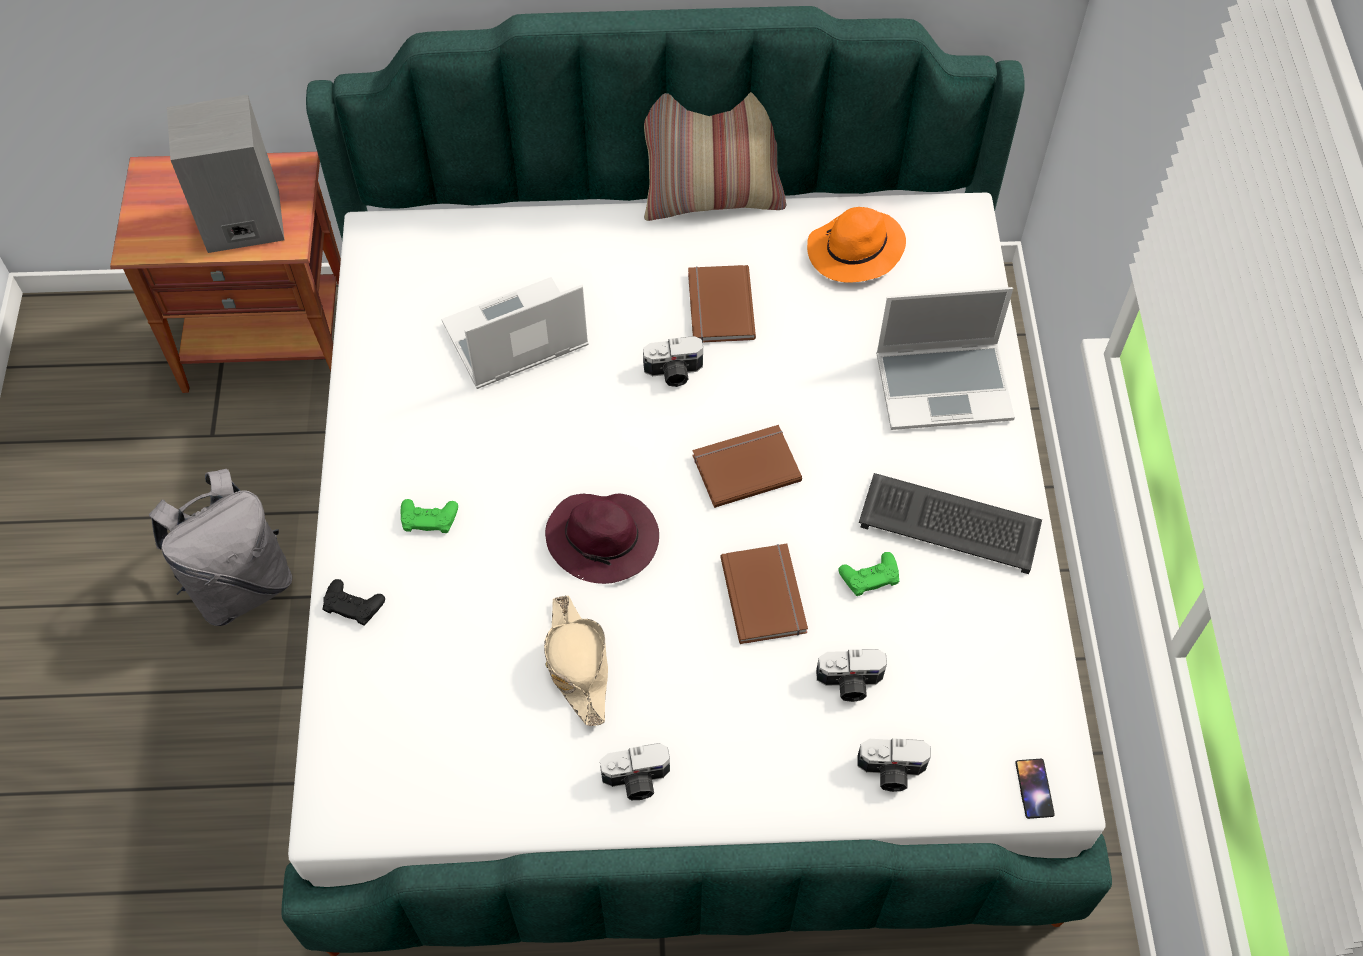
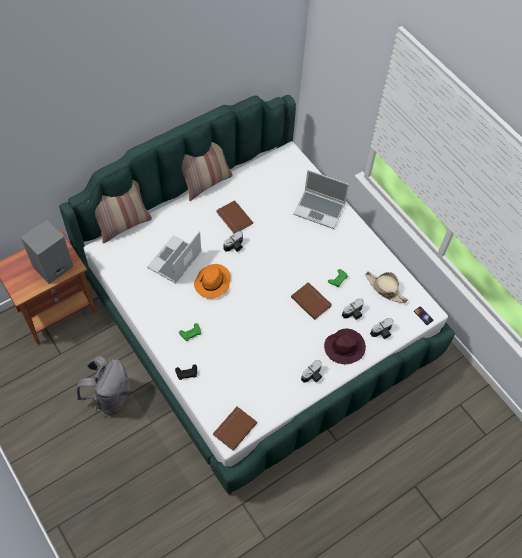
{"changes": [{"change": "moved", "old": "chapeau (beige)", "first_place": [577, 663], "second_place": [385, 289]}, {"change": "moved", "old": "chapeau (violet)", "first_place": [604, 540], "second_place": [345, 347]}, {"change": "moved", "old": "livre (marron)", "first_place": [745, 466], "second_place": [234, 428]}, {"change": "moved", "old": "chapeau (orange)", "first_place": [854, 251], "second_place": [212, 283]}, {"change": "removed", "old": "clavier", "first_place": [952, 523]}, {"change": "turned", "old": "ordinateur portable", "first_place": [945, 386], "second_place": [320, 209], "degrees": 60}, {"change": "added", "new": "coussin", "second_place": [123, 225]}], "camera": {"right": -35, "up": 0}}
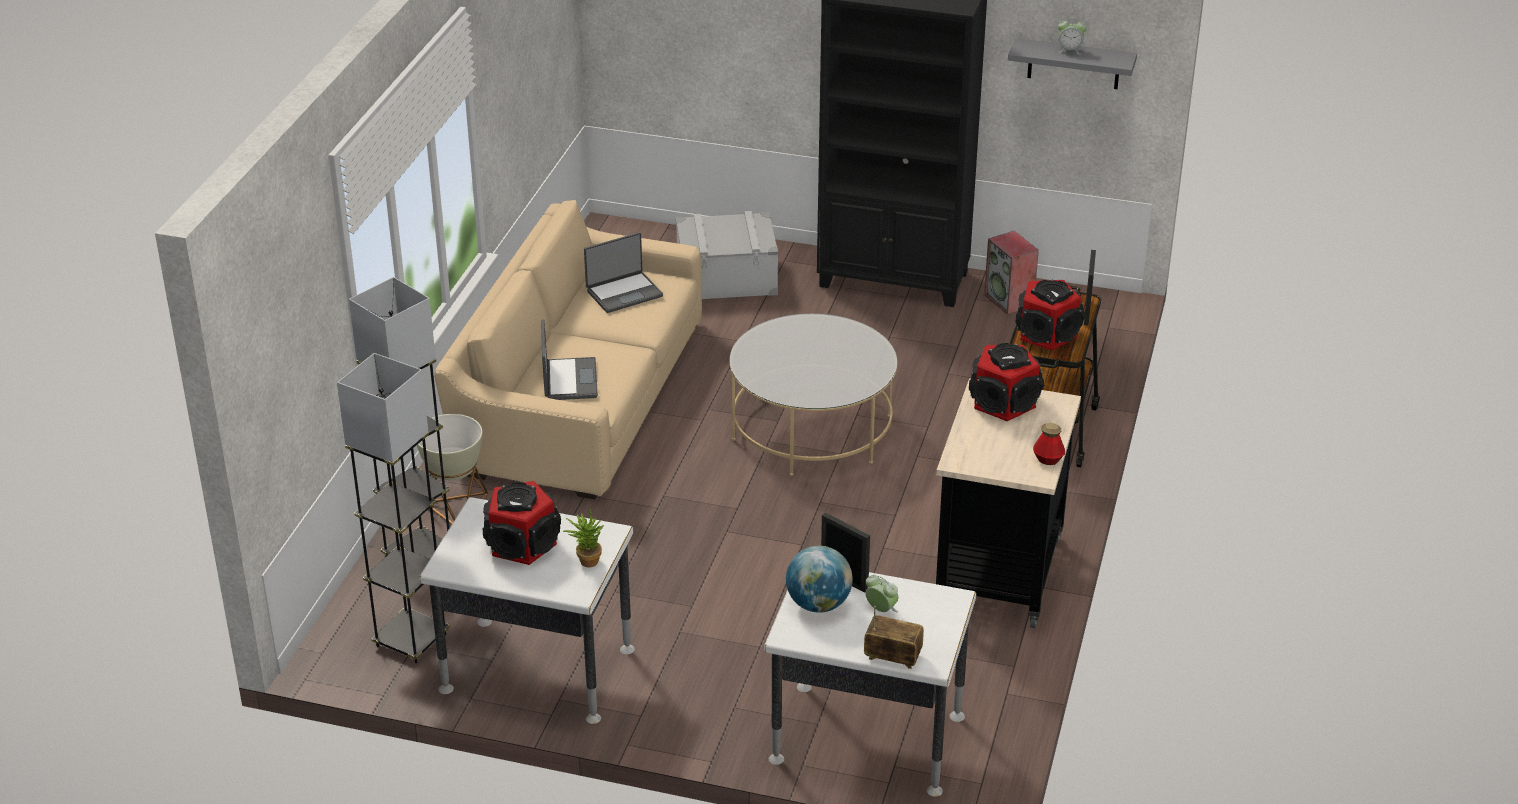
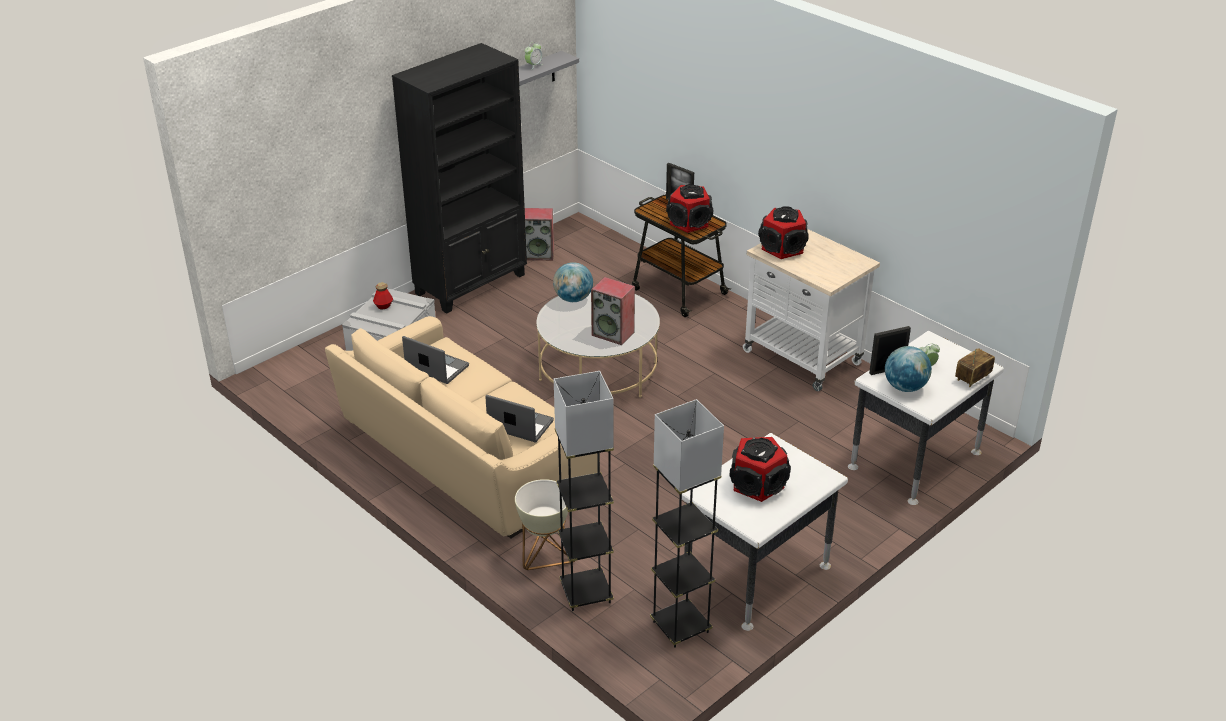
{"changes": [{"change": "removed", "old": "plante en pot", "first_place": [586, 560]}, {"change": "turned", "old": "ordinateur portable", "first_place": [624, 293], "second_place": [436, 368], "degrees": -60}, {"change": "recoloured", "old": "chariot (noir)", "new": "chariot (blanc)", "first_place": [1000, 576], "second_place": [803, 358]}, {"change": "moved", "old": "bouteille", "first_place": [1048, 459], "second_place": [383, 306]}, {"change": "added", "new": "globe", "second_place": [573, 299]}, {"change": "added", "new": "enceinte", "second_place": [613, 333]}], "camera": {"right": -60, "up": 0}}
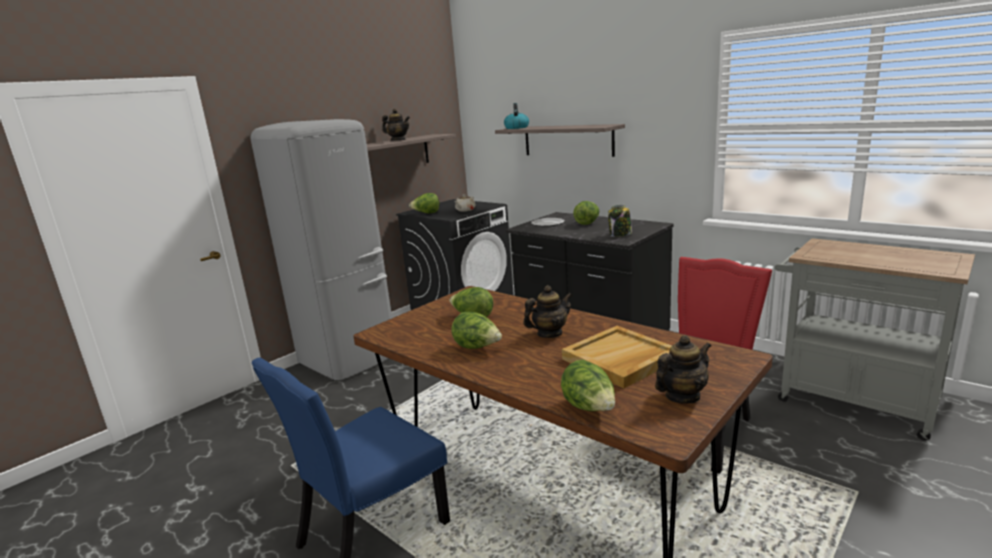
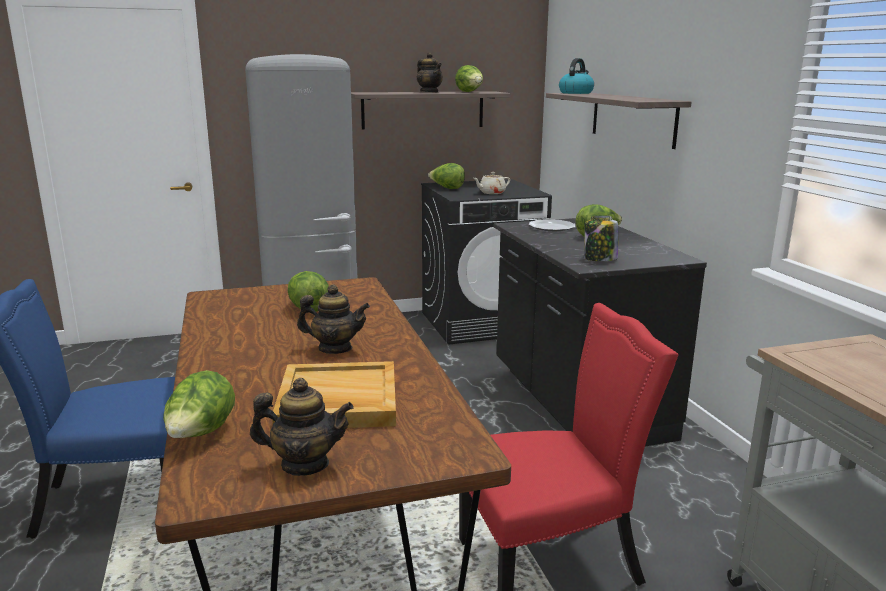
{"changes": [{"change": "moved", "old": "laitue", "first_place": [477, 347], "second_place": [470, 92]}], "camera": {"right": 30, "up": 0}}
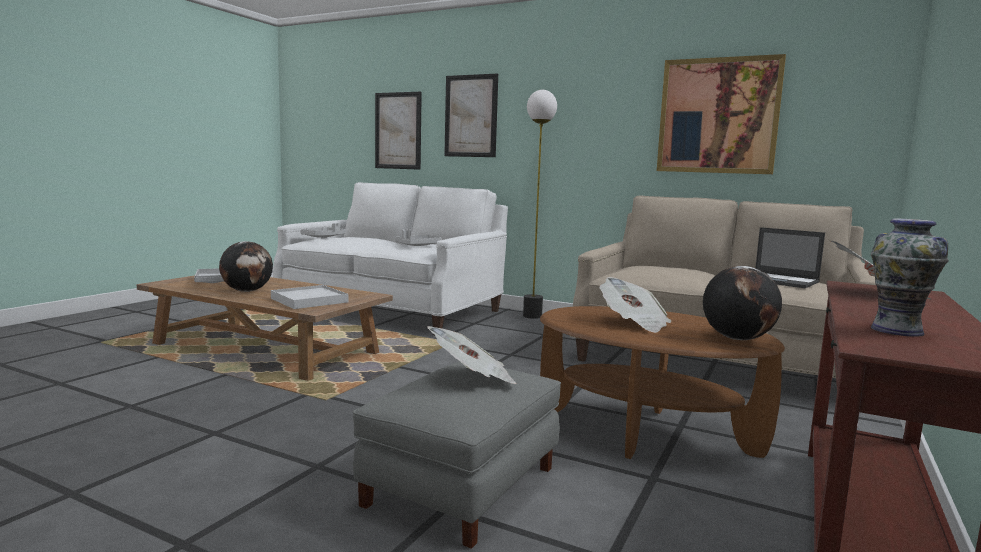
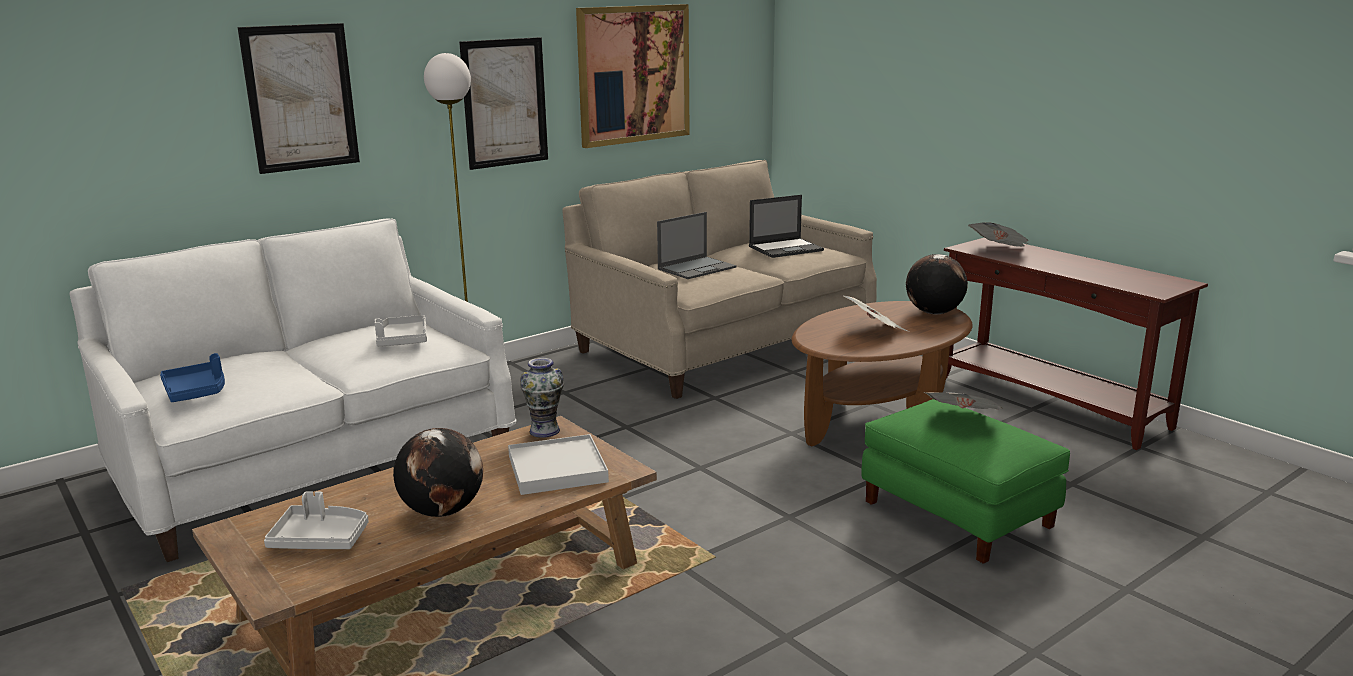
{"changes": [{"change": "recoloured", "old": "plateau (gris)", "new": "plateau (bleu)", "first_place": [323, 237], "second_place": [196, 391]}, {"change": "recoloured", "old": "pouf (gris)", "new": "pouf (vert)", "first_place": [463, 487], "second_place": [958, 513]}, {"change": "moved", "old": "tableau", "first_place": [398, 131], "second_place": [505, 103]}, {"change": "moved", "old": "vase", "first_place": [897, 330], "second_place": [544, 431]}, {"change": "added", "new": "ordinateur portable", "second_place": [697, 268]}], "camera": {"right": -65, "up": 10}}
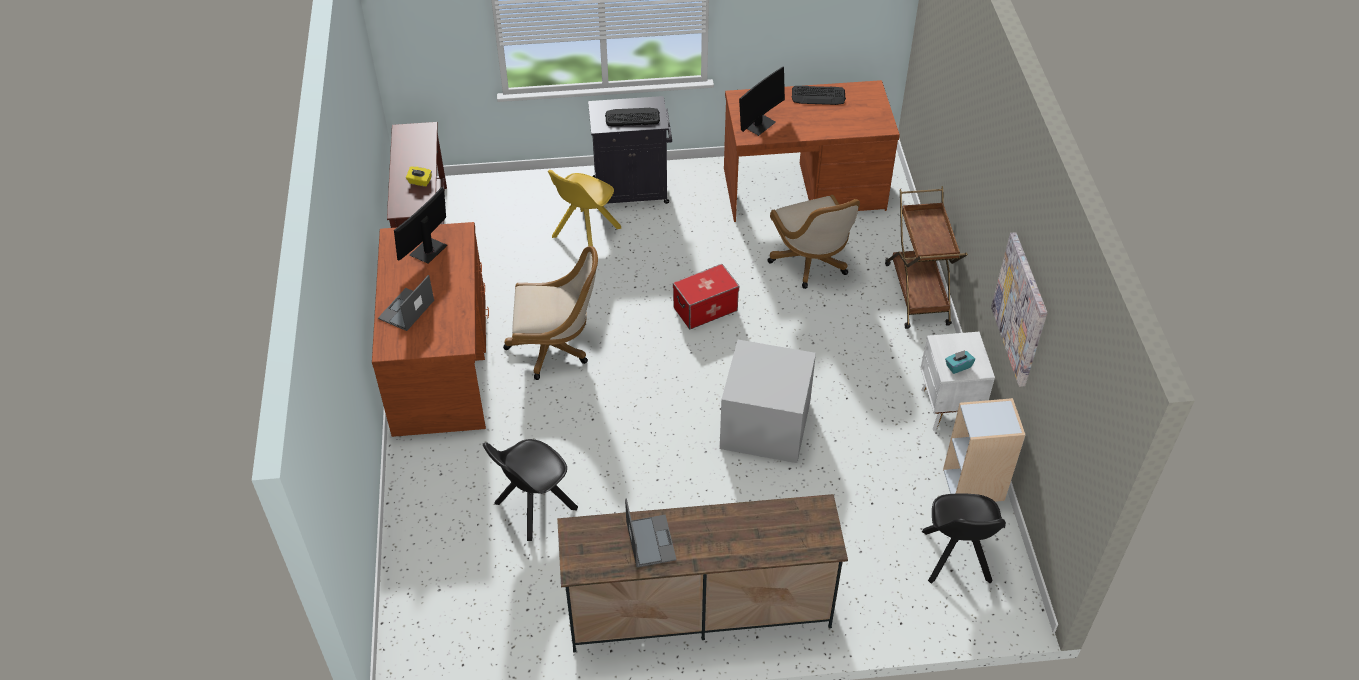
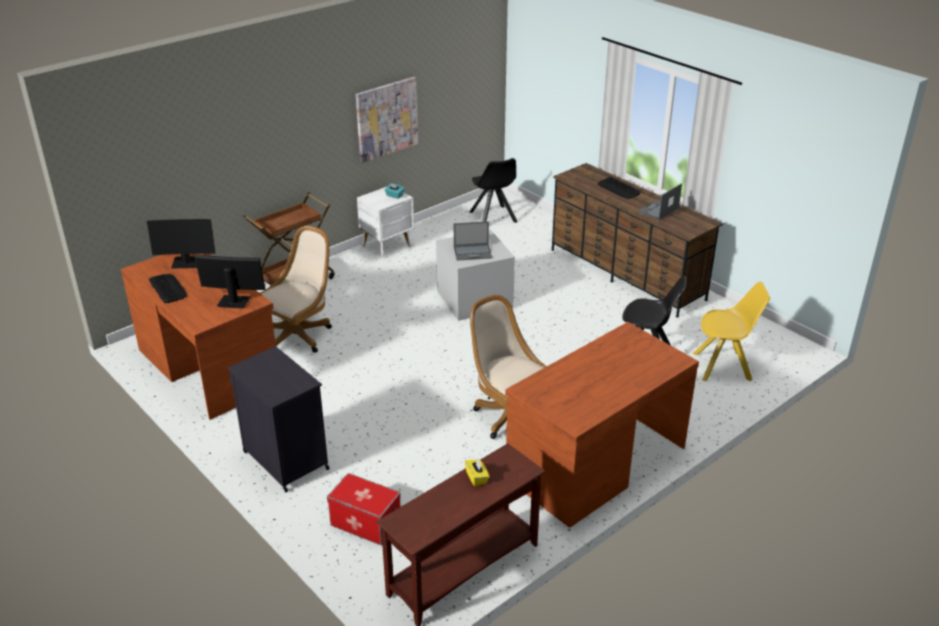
{"changes": [{"change": "moved", "old": "ordinateur portable", "first_place": [406, 310], "second_place": [473, 252]}, {"change": "moved", "old": "écran d'ordinateur", "first_place": [428, 251], "second_place": [186, 263]}, {"change": "moved", "old": "chaise (jaune)", "first_place": [585, 233], "second_place": [724, 366]}, {"change": "moved", "old": "clavier", "first_place": [632, 117], "second_place": [618, 189]}, {"change": "moved", "old": "boîte de rangement", "first_place": [705, 309], "second_place": [366, 523]}, {"change": "turned", "old": "chaise (noir)", "first_place": [956, 558], "second_place": [493, 218], "degrees": 105}, {"change": "removed", "old": "bibliothèque", "first_place": [974, 485]}], "camera": {"right": -125, "up": -15}}
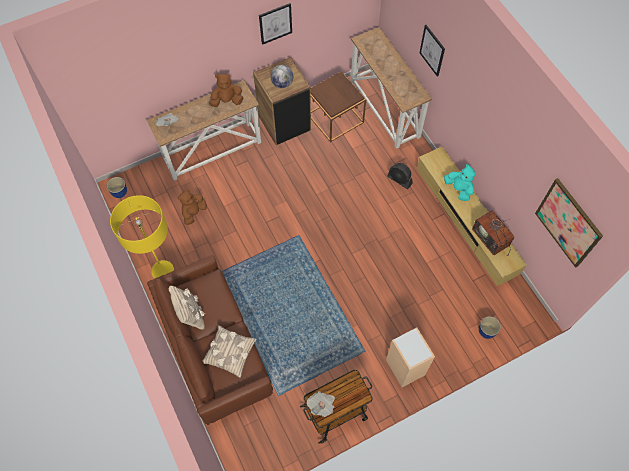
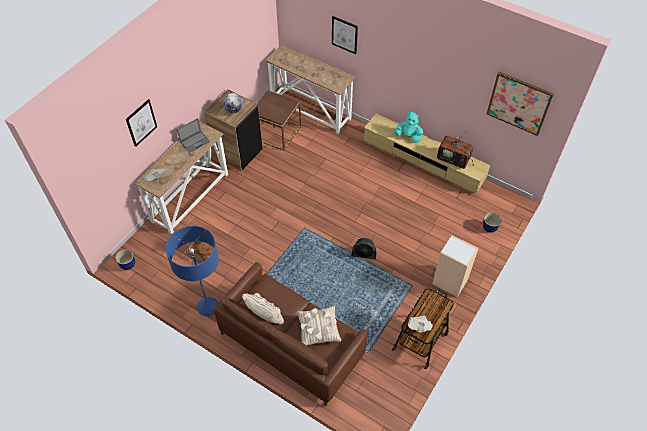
{"changes": [{"change": "recoloured", "old": "lampadaire (jaune)", "new": "lampadaire (bleu)", "first_place": [163, 271], "second_place": [208, 308]}, {"change": "replaced", "old": "peluche (marron)", "new": "ordinateur portable", "first_place": [227, 101], "second_place": [195, 141]}, {"change": "moved", "old": "tableau", "first_place": [275, 23], "second_place": [141, 122]}, {"change": "moved", "old": "ventilateur (noir)", "first_place": [399, 180], "second_place": [364, 254]}], "camera": {"right": -30, "up": -10}}
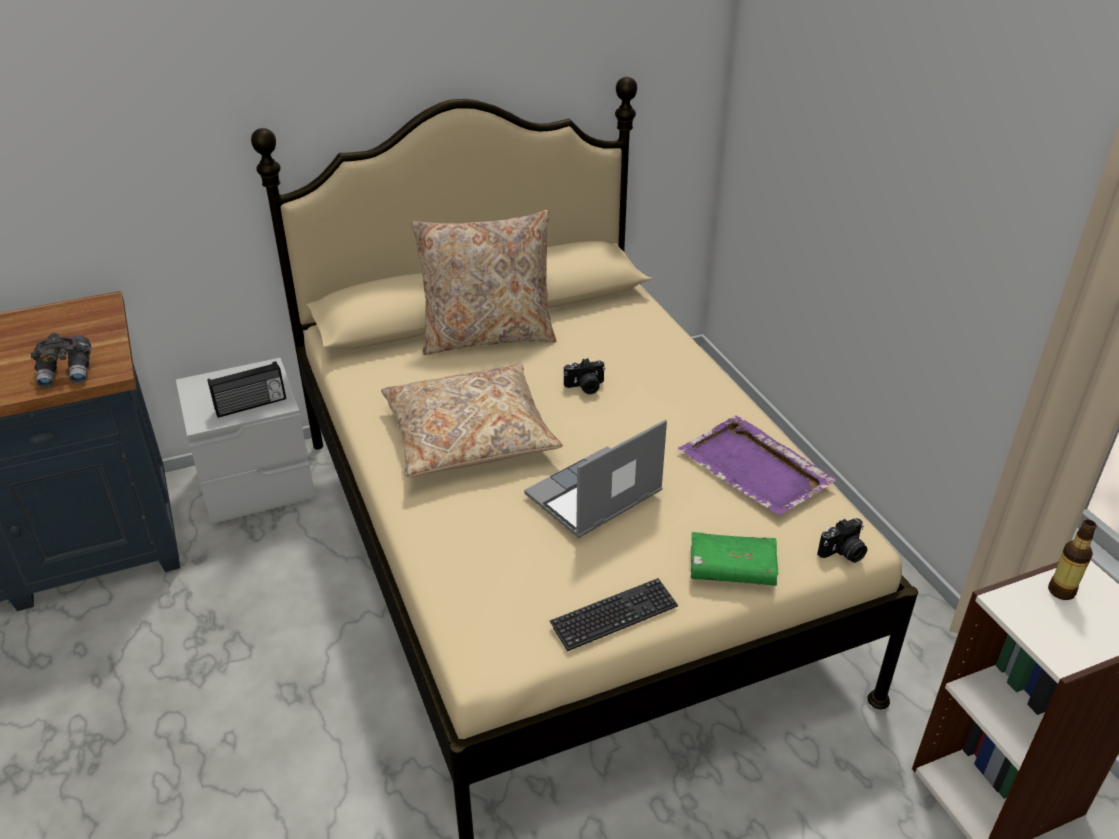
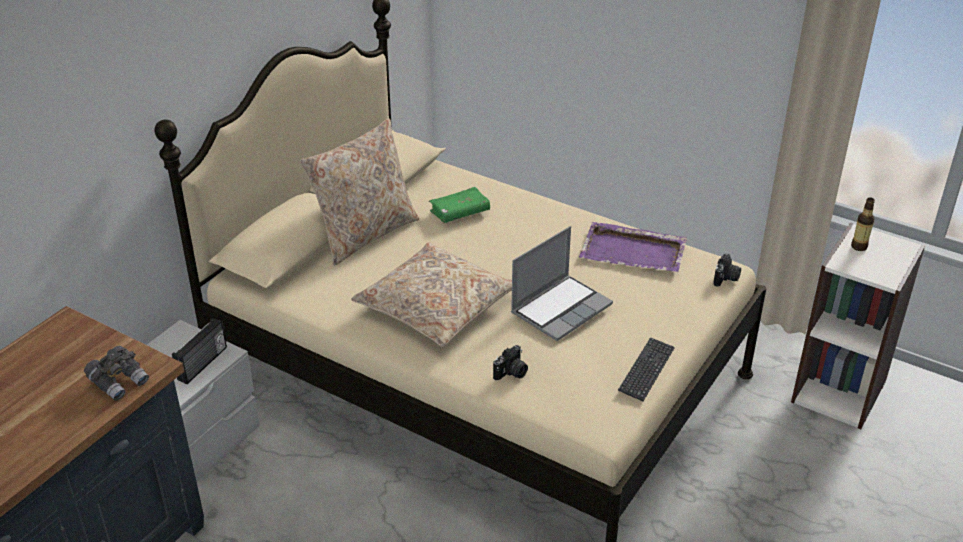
{"changes": [{"change": "turned", "old": "ordinateur portable", "first_place": [593, 496], "second_place": [561, 308], "degrees": -150}, {"change": "moved", "old": "appareil photo", "first_place": [585, 387], "second_place": [511, 373]}, {"change": "moved", "old": "livre (vert)", "first_place": [732, 569], "second_place": [460, 212]}], "camera": {"right": -35, "up": 0}}
